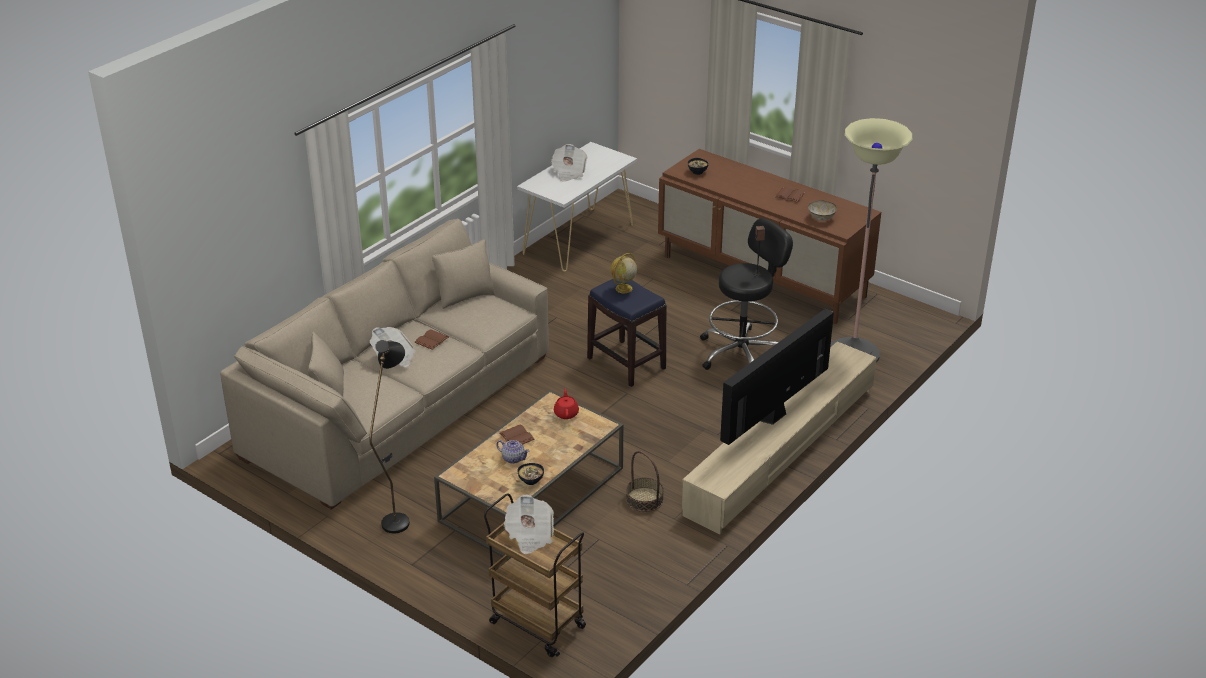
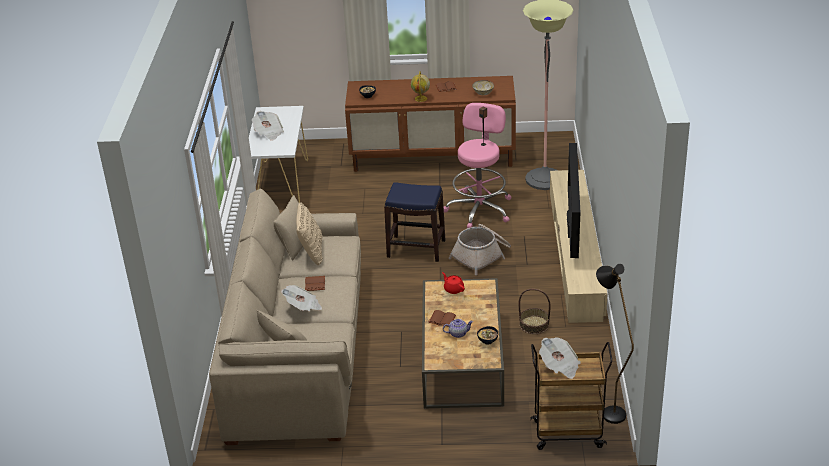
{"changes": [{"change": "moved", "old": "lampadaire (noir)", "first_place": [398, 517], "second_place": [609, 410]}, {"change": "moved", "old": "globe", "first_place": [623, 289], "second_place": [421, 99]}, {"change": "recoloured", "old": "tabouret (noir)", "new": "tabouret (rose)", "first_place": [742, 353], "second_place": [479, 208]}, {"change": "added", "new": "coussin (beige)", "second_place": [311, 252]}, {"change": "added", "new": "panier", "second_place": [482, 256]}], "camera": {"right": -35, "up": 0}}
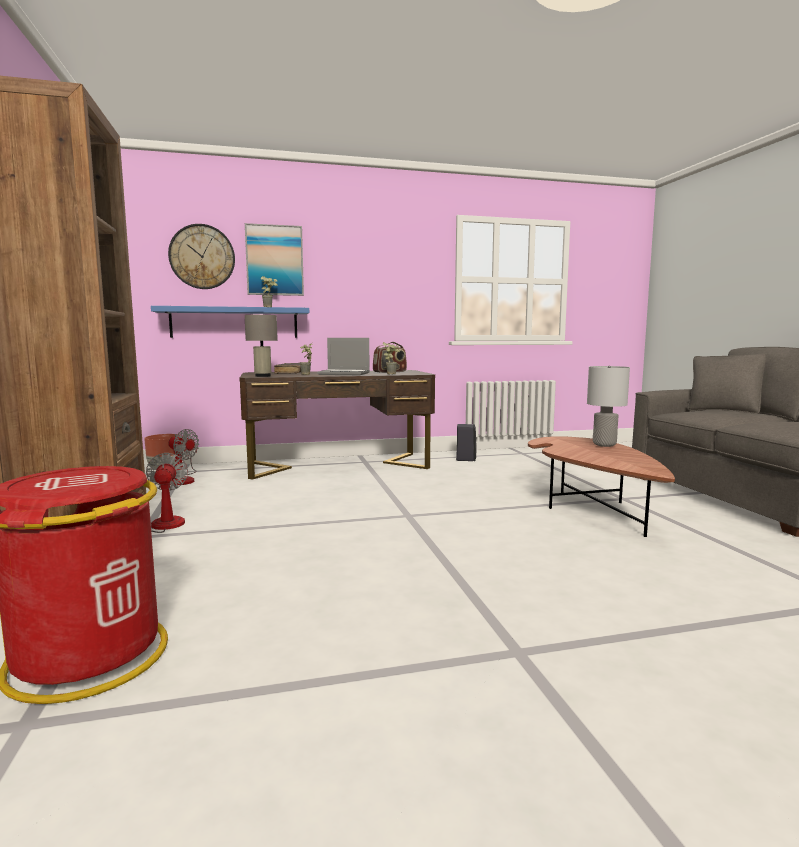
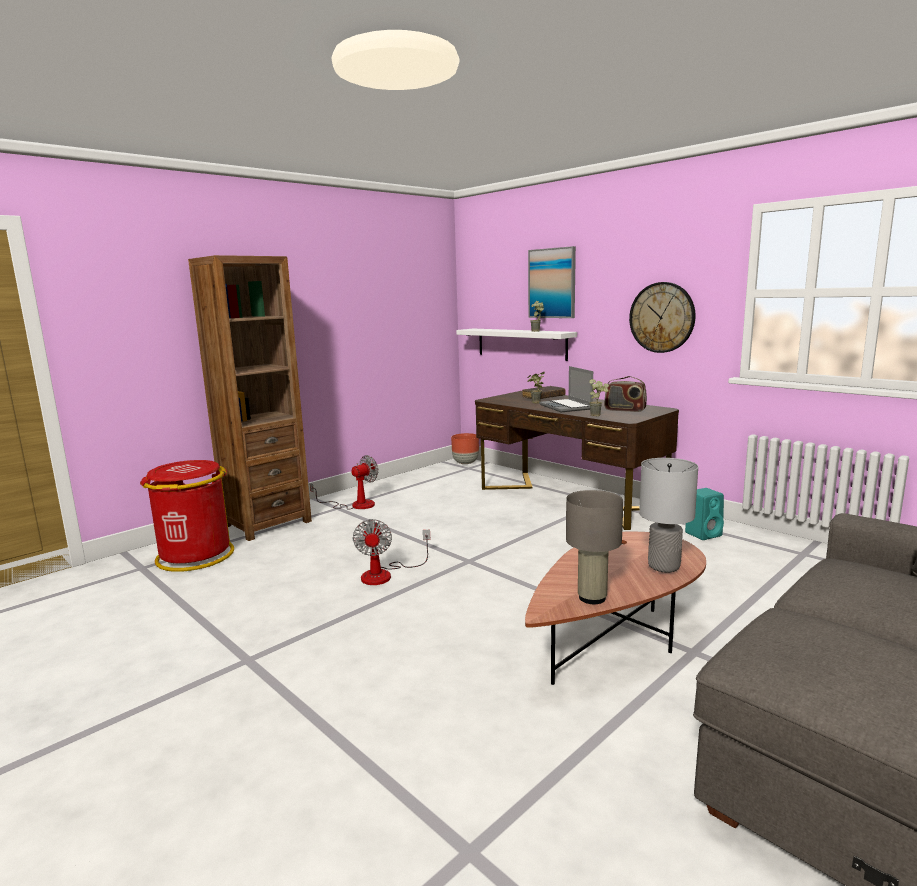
{"changes": [{"change": "recoloured", "old": "étagère (bleu)", "new": "étagère (blanc)", "first_place": [234, 323], "second_place": [521, 343]}, {"change": "moved", "old": "horloge murale", "first_place": [202, 257], "second_place": [662, 317]}, {"change": "moved", "old": "ventilateur", "first_place": [183, 479], "second_place": [385, 574]}, {"change": "moved", "old": "lampe de table (gris)", "first_place": [262, 376], "second_place": [591, 598]}, {"change": "recoloured", "old": "enceinte (noir)", "new": "enceinte (turquoise)", "first_place": [465, 459], "second_place": [704, 534]}], "camera": {"right": 60, "up": 5}}
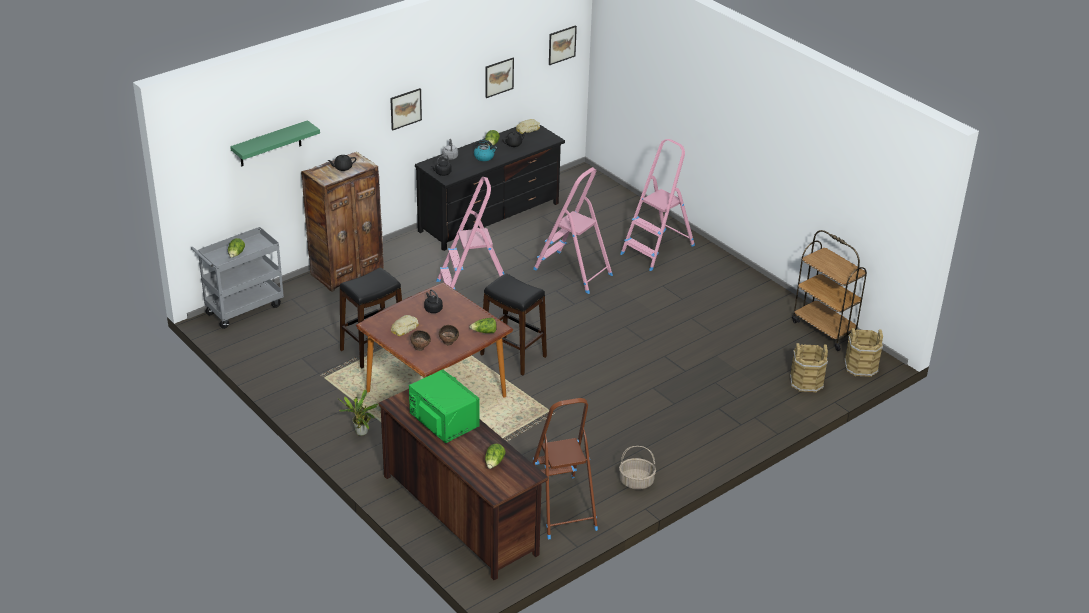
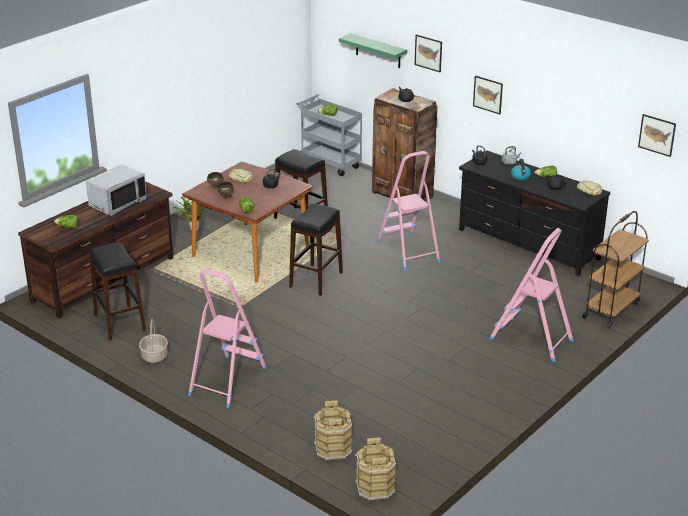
{"changes": [{"change": "recoloured", "old": "micro-ondes (vert)", "new": "micro-ondes (gris)", "first_place": [443, 421], "second_place": [117, 203]}, {"change": "moved", "old": "tableau", "first_place": [499, 77], "second_place": [428, 53]}, {"change": "replaced", "old": "escabeau (marron)", "new": "tabouret (noir)", "first_place": [560, 505], "second_place": [119, 322]}, {"change": "moved", "old": "escabeau (rose)", "first_place": [572, 271], "second_place": [228, 380]}, {"change": "moved", "old": "chariot (marron)", "first_place": [824, 330], "second_place": [612, 310]}], "camera": {"right": 80, "up": -5}}
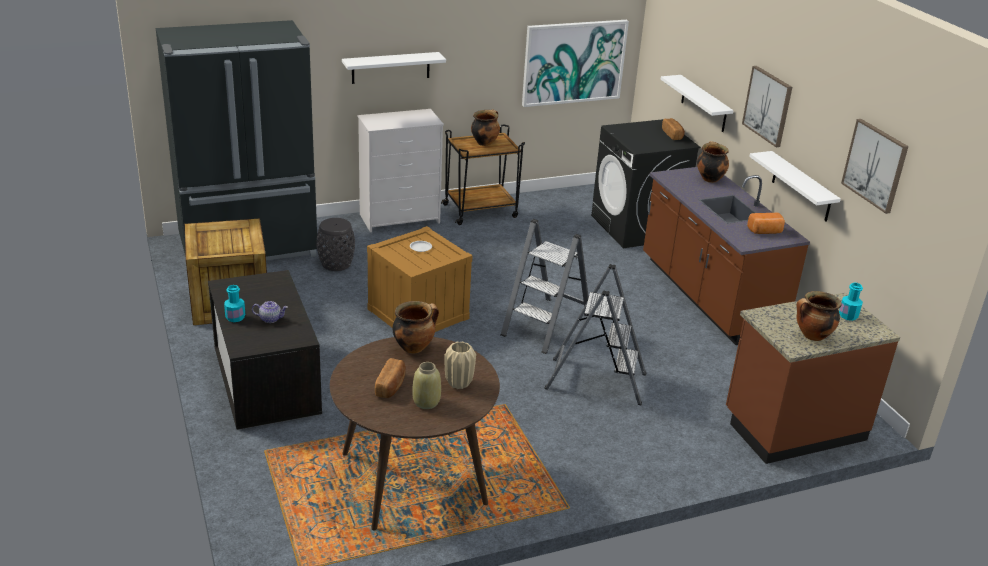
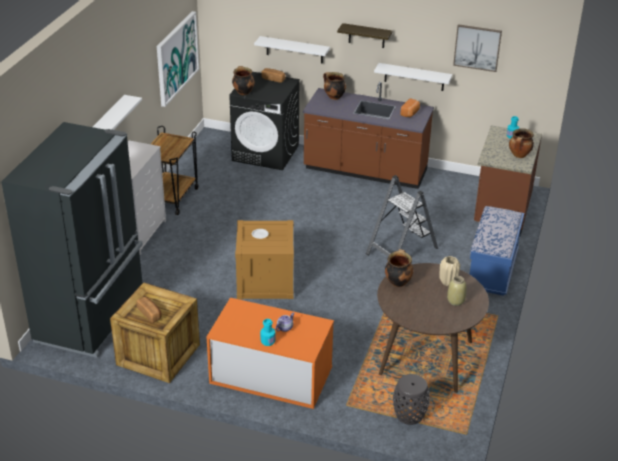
{"changes": [{"change": "recoloured", "old": "meuble de rangement (noir)", "new": "meuble de rangement (orange)", "first_place": [266, 379], "second_place": [270, 374]}, {"change": "moved", "old": "tabouret (gris)", "first_place": [336, 264], "second_place": [409, 415]}, {"change": "moved", "old": "pain", "first_place": [391, 386], "second_place": [150, 314]}, {"change": "moved", "old": "marmite", "first_place": [484, 142], "second_place": [243, 92]}, {"change": "removed", "old": "escabeau (gris)", "first_place": [547, 324]}, {"change": "replaced", "old": "tableau", "new": "étagère", "first_place": [768, 105], "second_place": [366, 36]}, {"change": "added", "new": "banc (bleu)", "second_place": [492, 270]}], "camera": {"right": -50, "up": 5}}
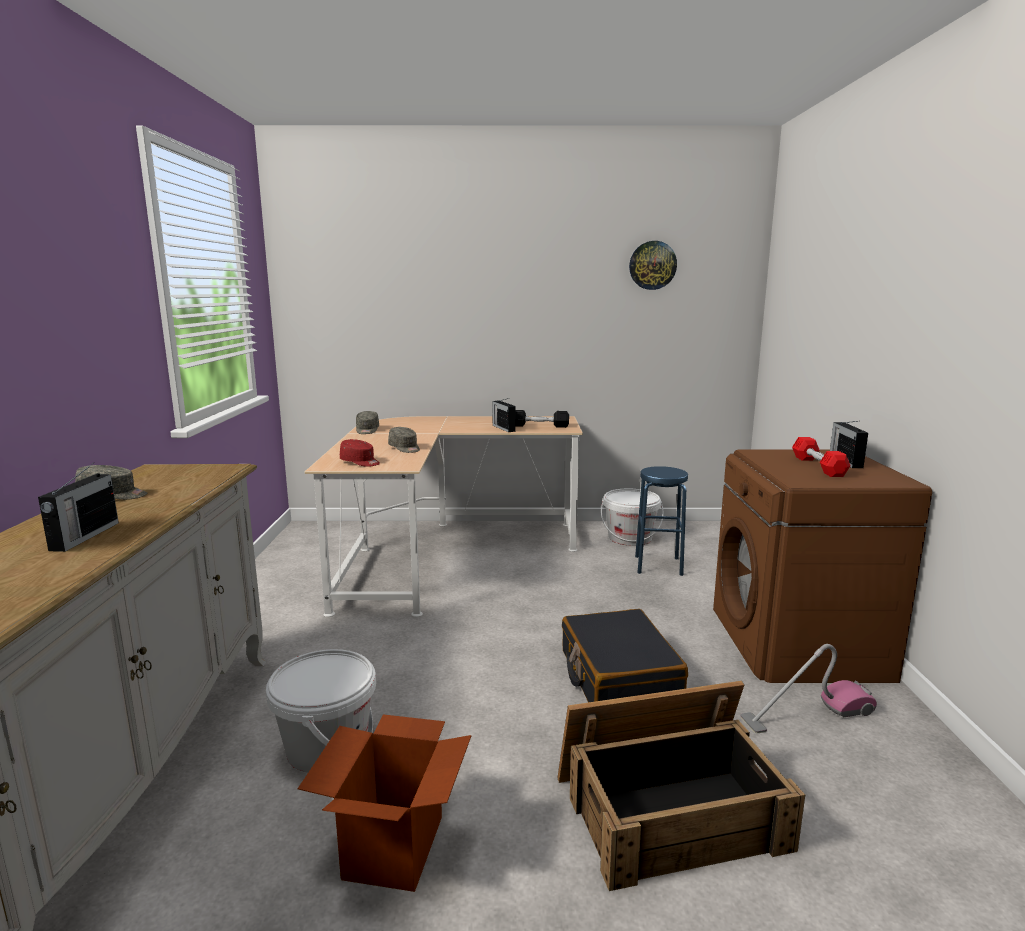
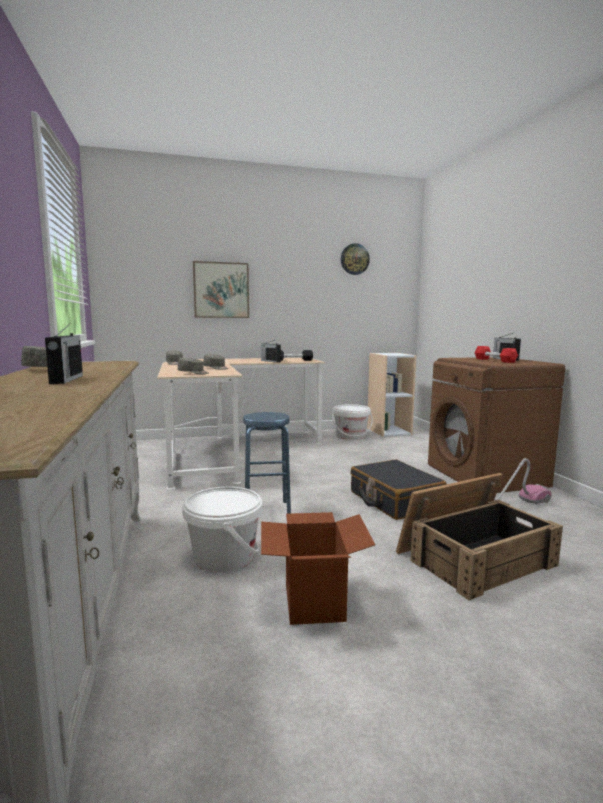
{"changes": [{"change": "recoloured", "old": "casquette (rouge)", "new": "casquette (gris)", "first_place": [360, 462], "second_place": [193, 373]}, {"change": "moved", "old": "tabouret (bleu)", "first_place": [658, 565], "second_place": [267, 511]}, {"change": "added", "new": "tableau", "second_place": [221, 290]}, {"change": "added", "new": "bibliothèque", "second_place": [389, 431]}], "camera": {"right": -15, "up": -5}}
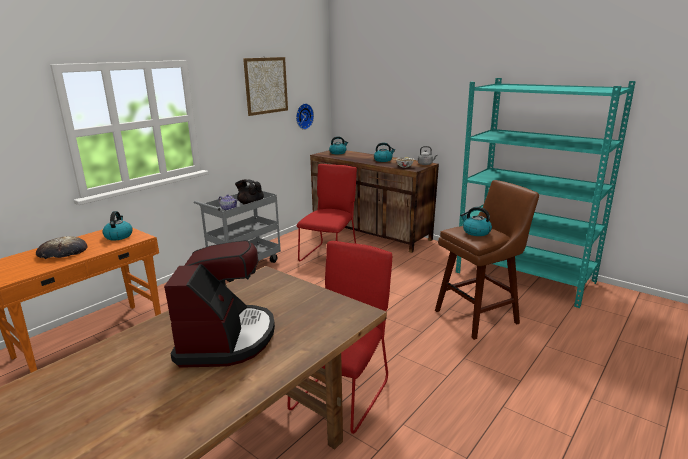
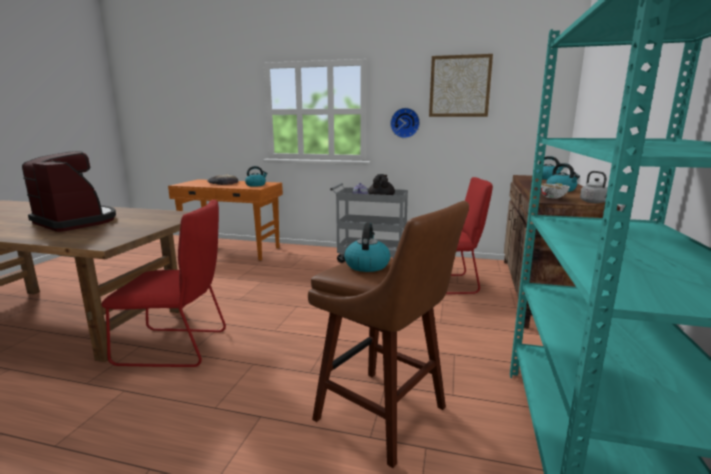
{"changes": [{"change": "turned", "old": "machine à café", "first_place": [226, 339], "second_place": [76, 221], "degrees": -120}, {"change": "moved", "old": "horloge murale", "first_place": [303, 116], "second_place": [405, 123]}], "camera": {"right": 65, "up": -5}}
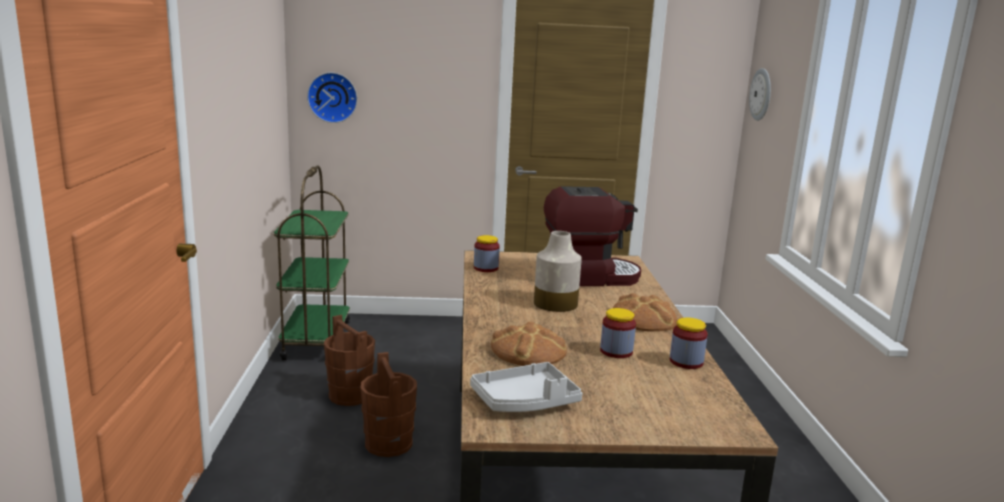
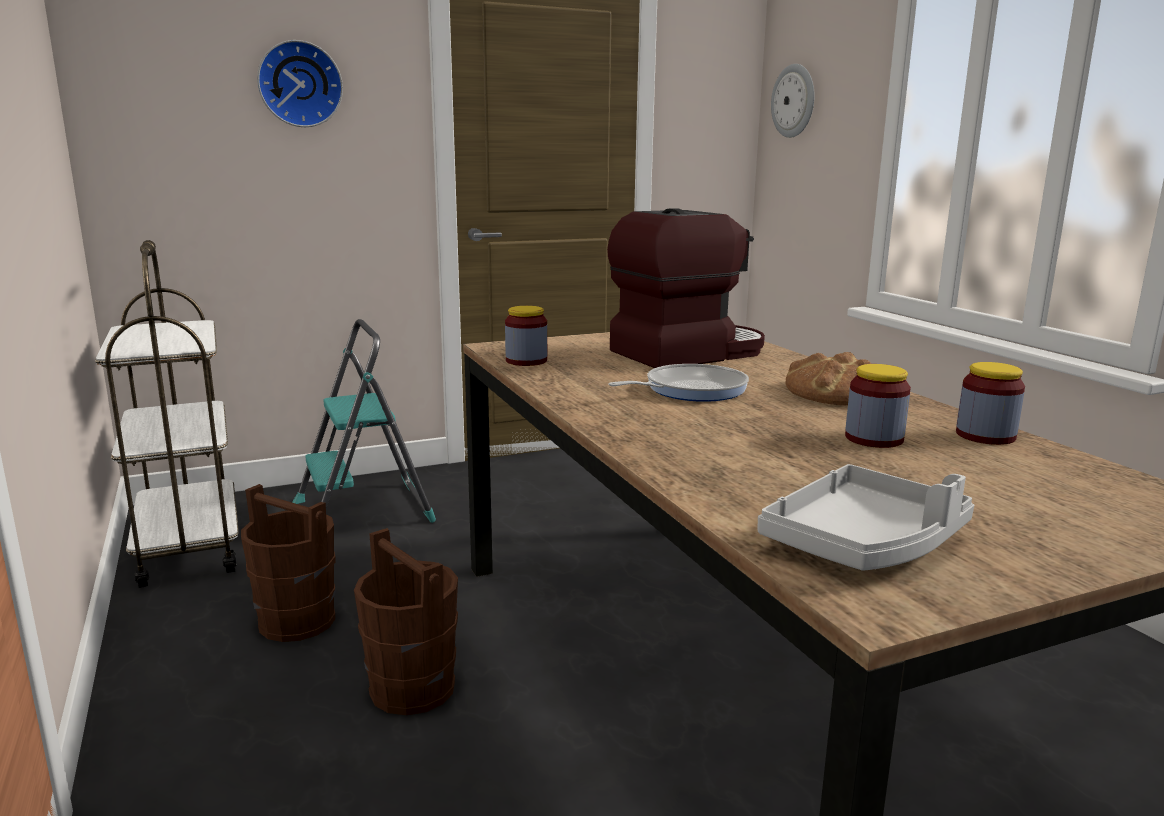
{"changes": [{"change": "recoloured", "old": "chariot (vert)", "new": "chariot (blanc)", "first_place": [315, 341], "second_place": [187, 546]}, {"change": "moved", "old": "horloge murale", "first_place": [333, 97], "second_place": [300, 84]}, {"change": "removed", "old": "pain", "first_place": [528, 351]}, {"change": "replaced", "old": "vase (beige)", "new": "poêle", "first_place": [555, 303], "second_place": [690, 390]}, {"change": "added", "new": "escabeau (turquoise)", "second_place": [369, 511]}], "camera": {"right": -20, "up": 0}}
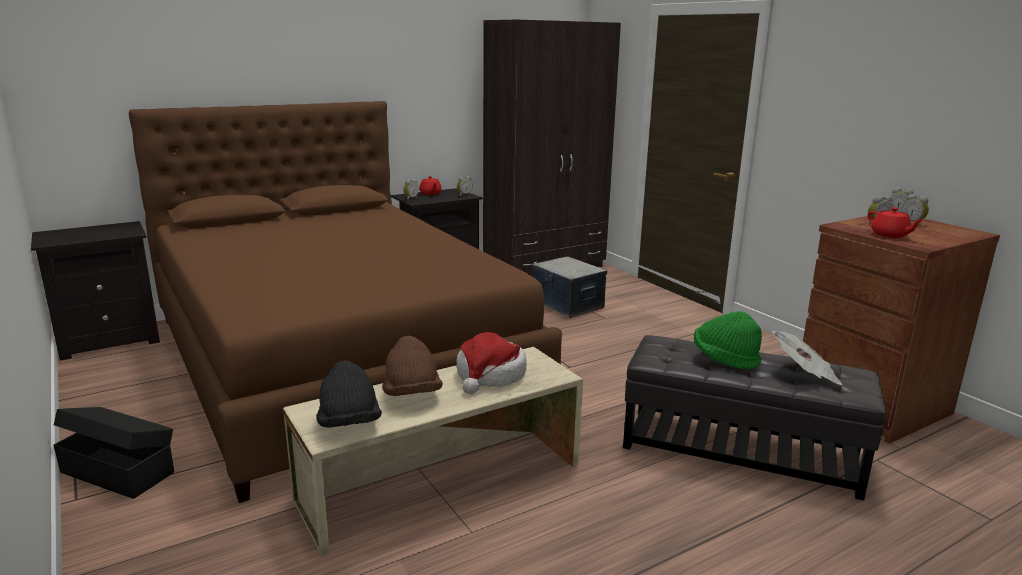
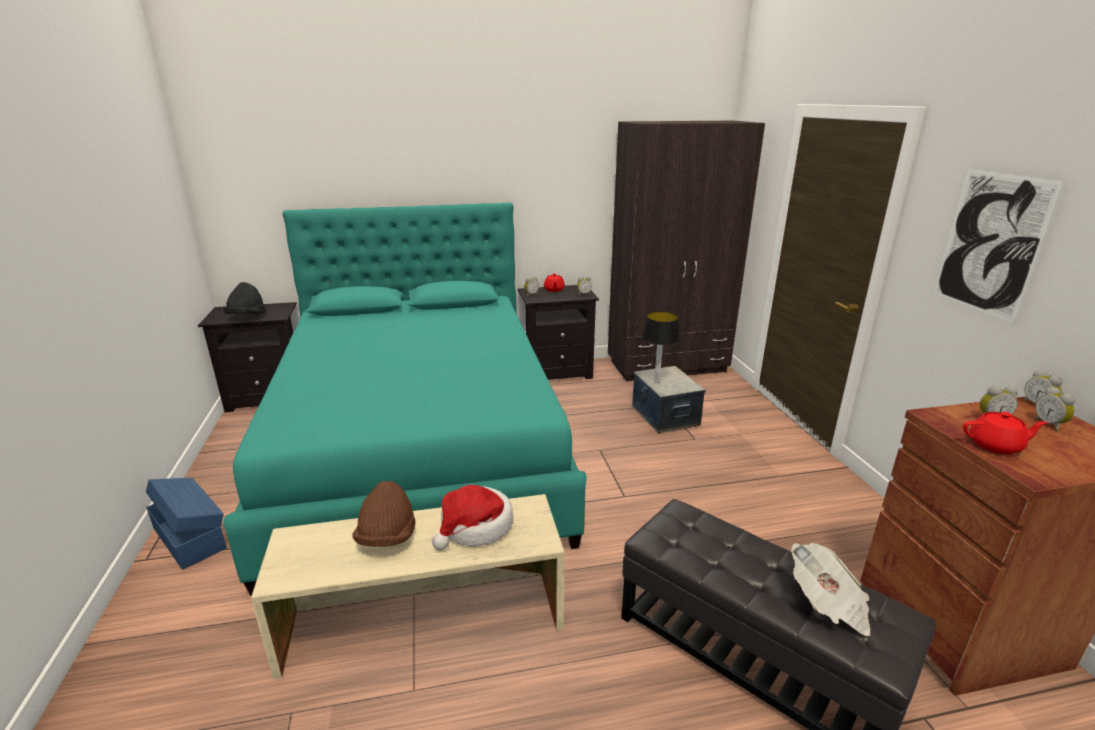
{"changes": [{"change": "recoloured", "old": "boîte de rangement (noir)", "new": "boîte de rangement (bleu)", "first_place": [118, 471], "second_place": [190, 536]}, {"change": "recoloured", "old": "lit (marron)", "new": "lit (turquoise)", "first_place": [336, 359], "second_place": [420, 447]}, {"change": "moved", "old": "chapeau (noir)", "first_place": [349, 424], "second_place": [247, 317]}, {"change": "removed", "old": "chapeau (vert)", "first_place": [724, 359]}, {"change": "turned", "old": "théière (rouge)", "first_place": [890, 235], "second_place": [996, 445], "degrees": -75}, {"change": "added", "new": "lampe de table", "second_place": [657, 381]}, {"change": "added", "new": "tableau", "second_place": [990, 244]}], "camera": {"right": 20, "up": 5}}
